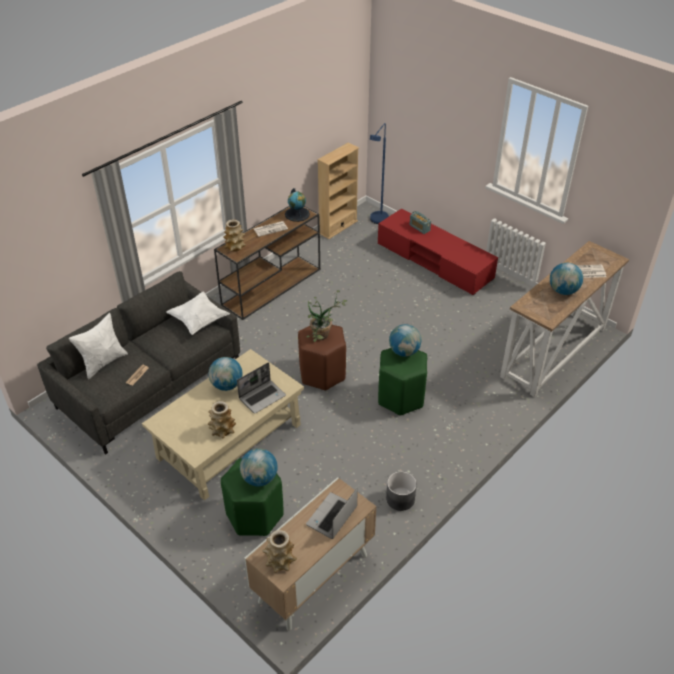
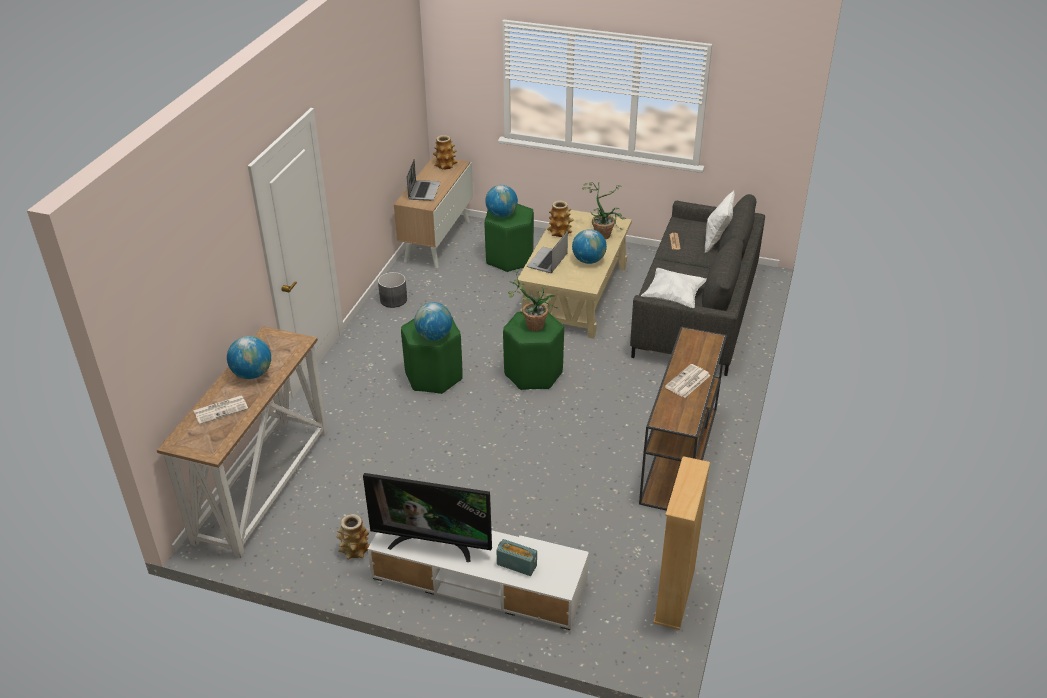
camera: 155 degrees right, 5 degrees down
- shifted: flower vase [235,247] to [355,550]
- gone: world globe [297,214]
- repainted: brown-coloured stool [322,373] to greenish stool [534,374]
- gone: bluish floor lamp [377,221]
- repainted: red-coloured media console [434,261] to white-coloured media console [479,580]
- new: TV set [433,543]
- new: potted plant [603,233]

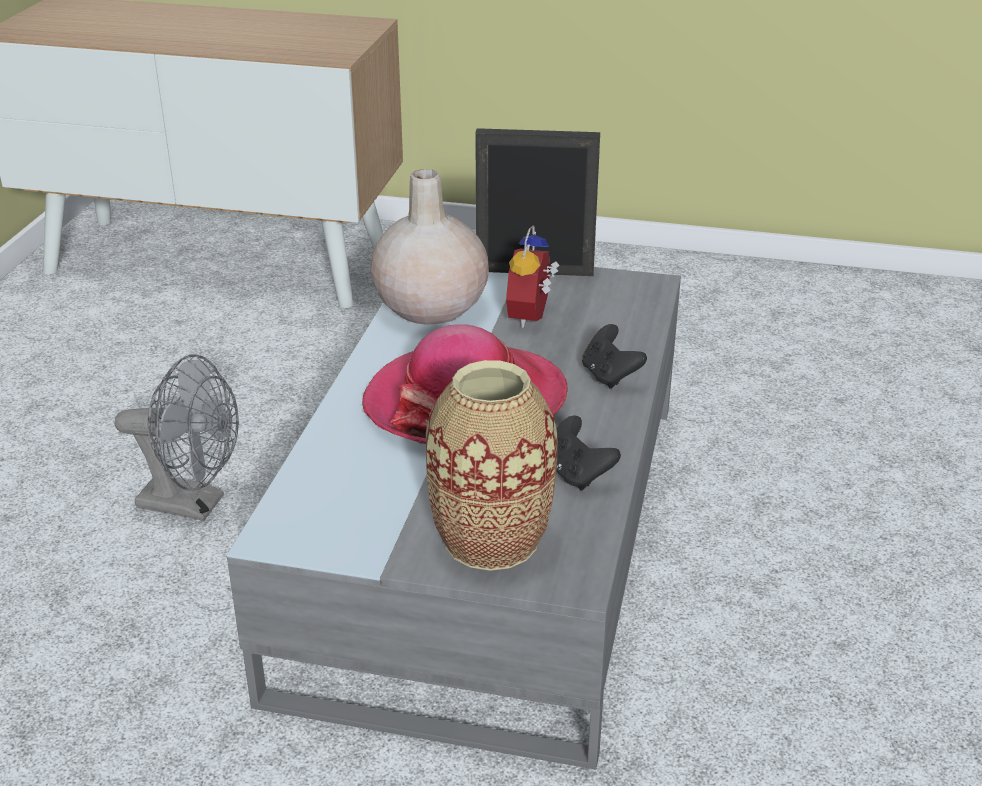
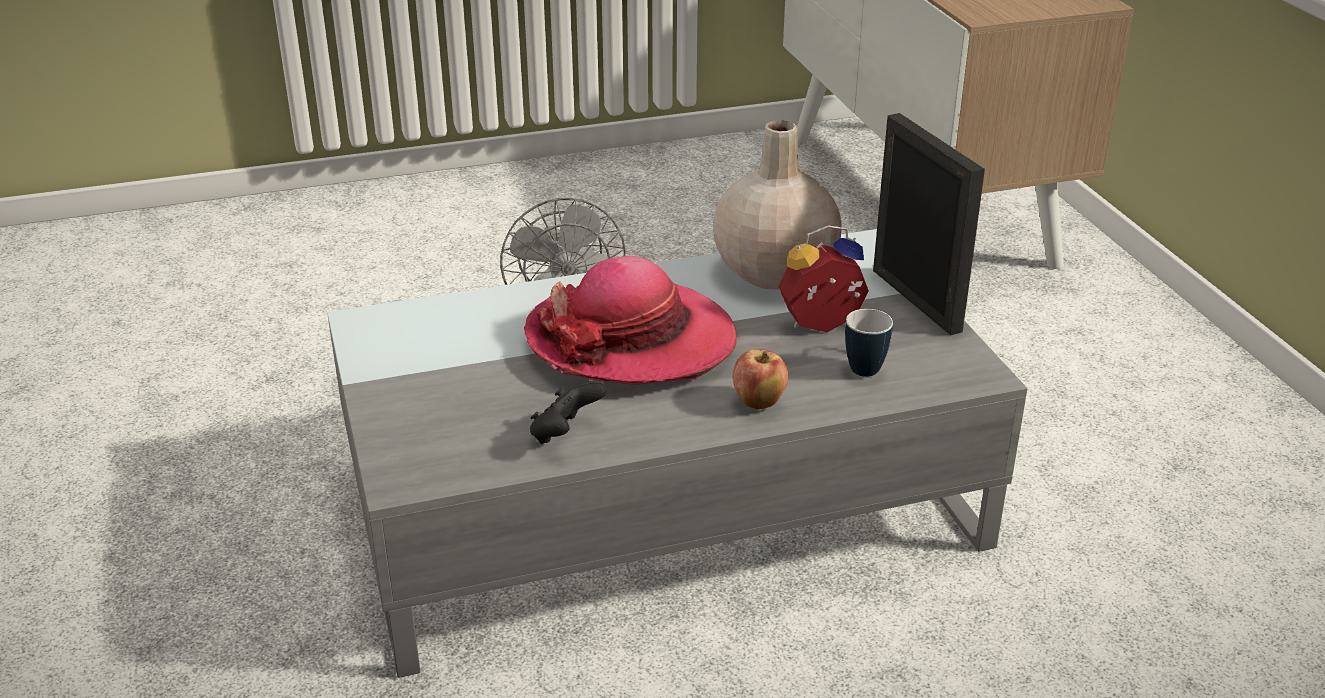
camera: 60 degrees right, 0 degrees up
- gone: flower vase [491,539]
- swapped: blackish joypad [609,376] to apple [758,402]
- new: tea mug [866,365]

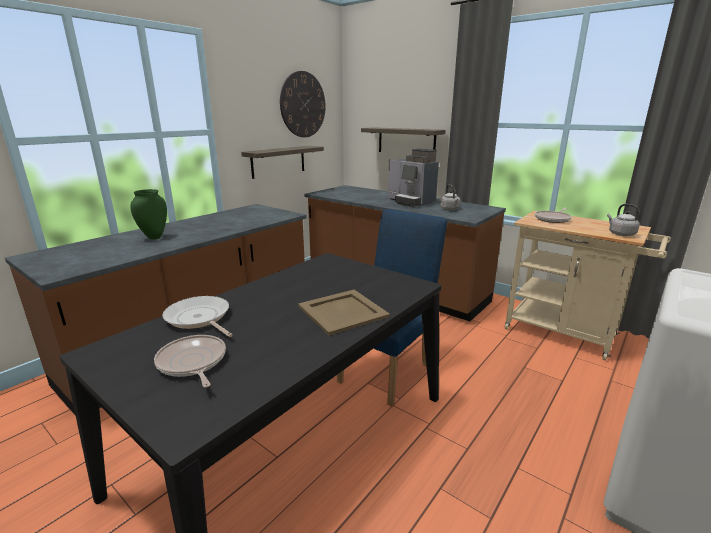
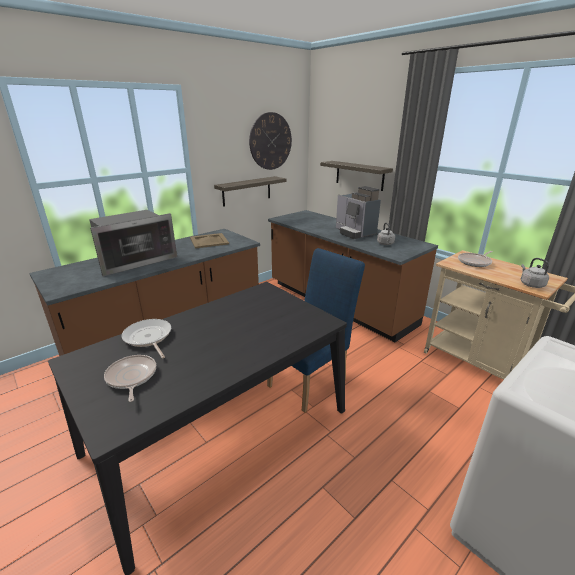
camera: 10 degrees right, 5 degrees up
- swapped: greenish flower vase [154,237] to microwave [135,260]
- shifted: beige serving tray [342,311] to [208,241]

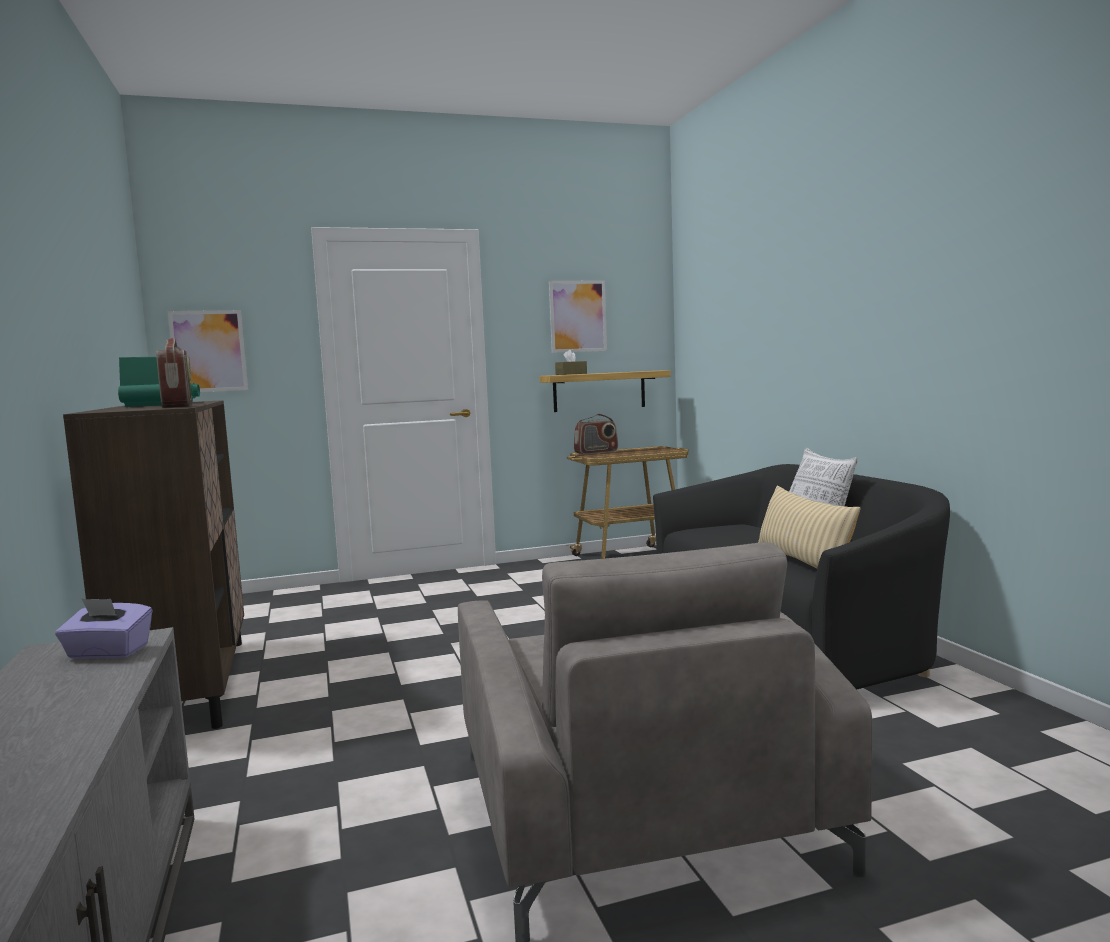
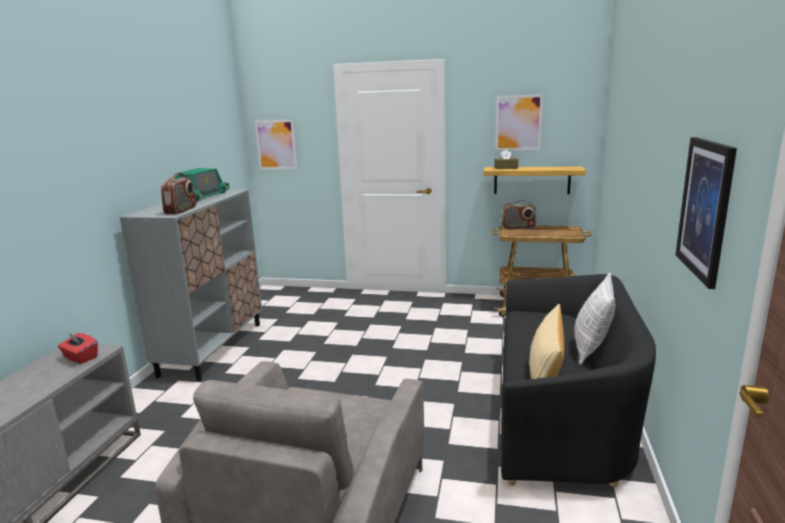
camera: 30 degrees right, 10 degrees up
- repainted: purple tissue box [108,653] to red-coloured tissue box [80,358]
- repainted: brown-coloured cupboard [187,686] to grey cupboard [213,348]
- new: wall picture [705,208]

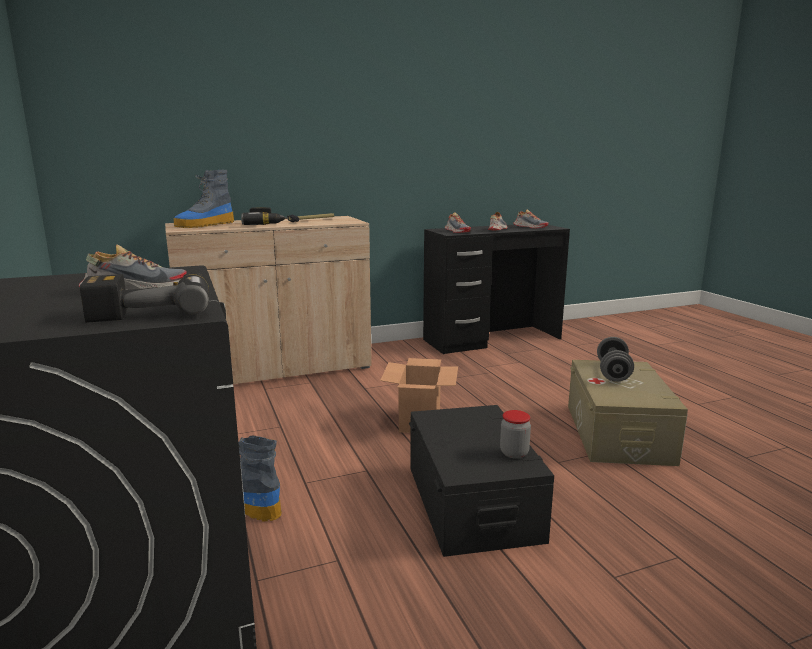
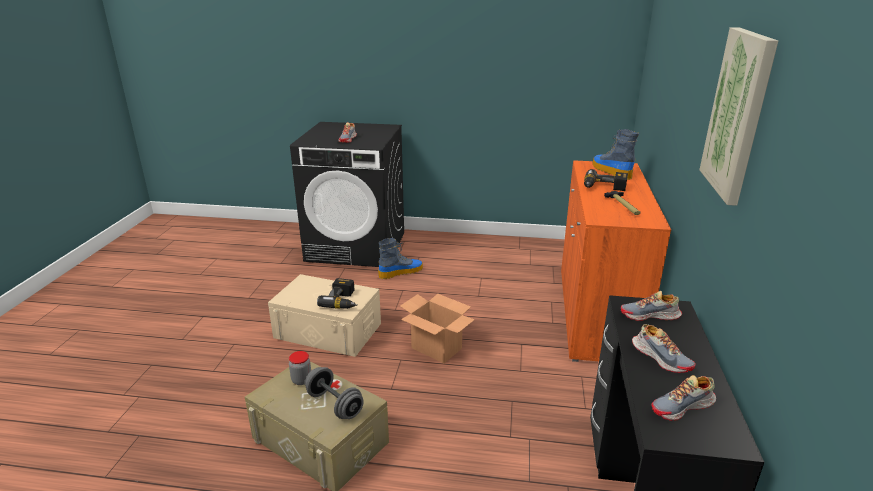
camera: 120 degrees right, 10 degrees up
- shifted: drill [153,309] to [343,301]
- repainted: beige cupboard [277,369] to orange cupboard [596,314]
- repainted: blackish storage box [472,502] to beige storage box [328,330]
- shifted: storage jar [514,453] to [301,380]
- new: wall picture [738,114]

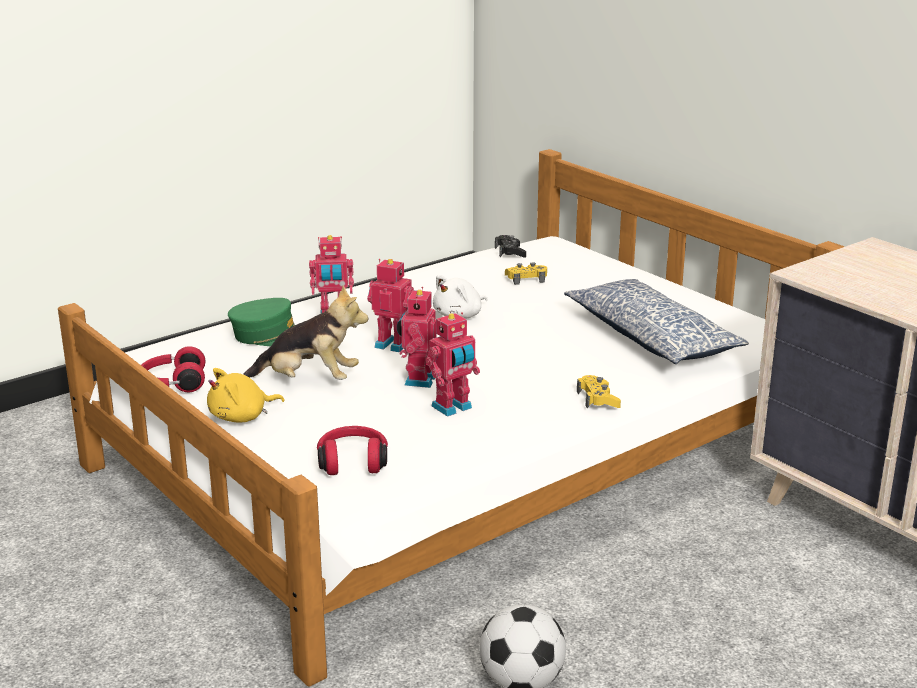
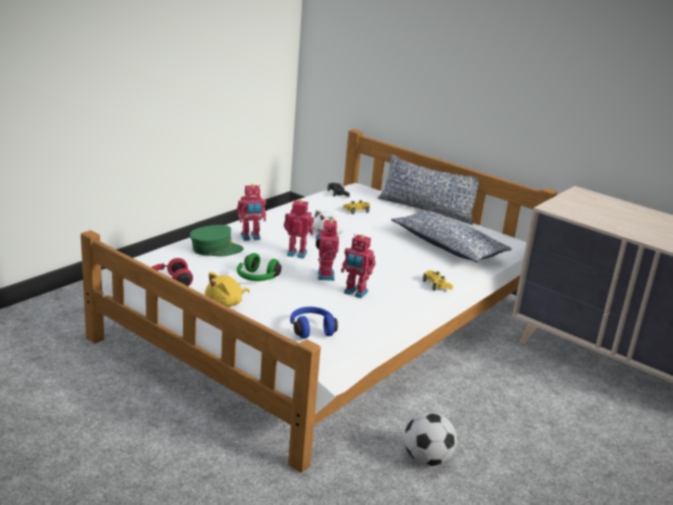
camera: 15 degrees left, 0 degrees up
- swapped: plush toy [309,380] to greenish headset [256,278]
- repainted: red-coloured headset [353,462] to bluish headset [311,329]
- rotated: model robot [453,408] = [355,293] 75 degrees clockwise
- new: cushion [426,209]

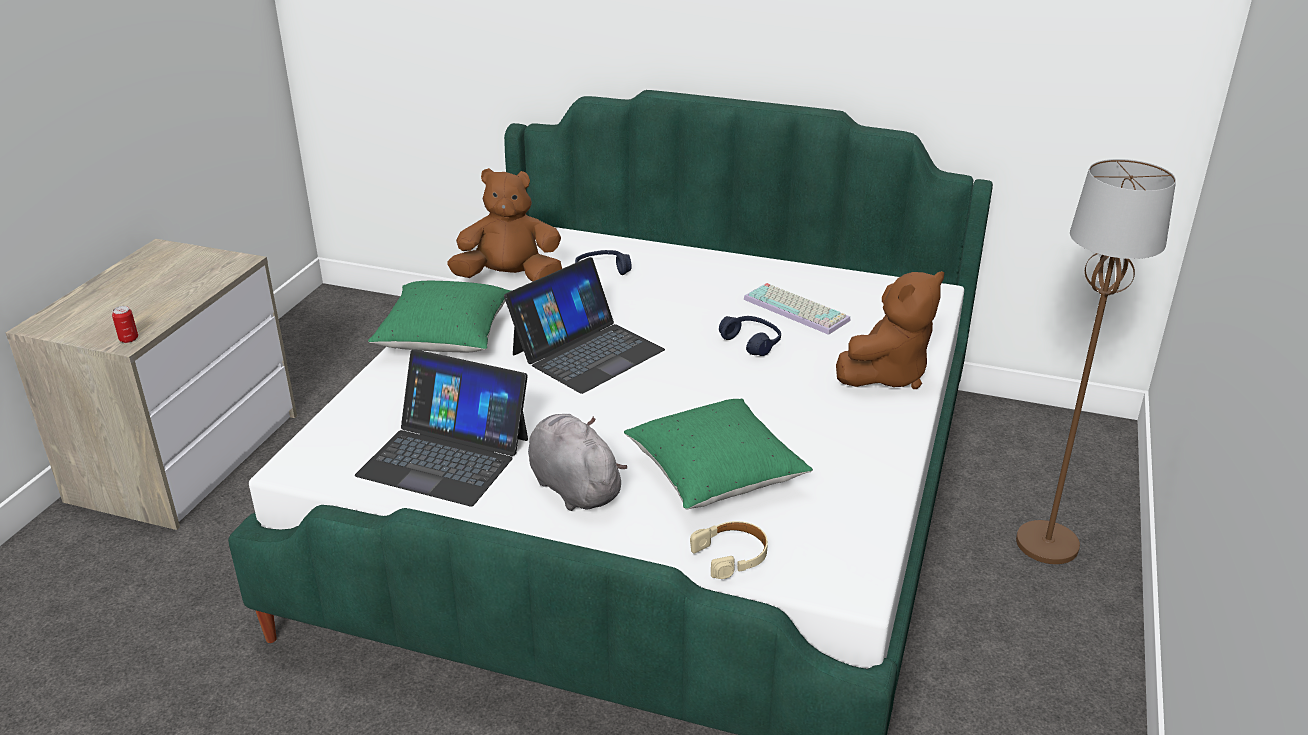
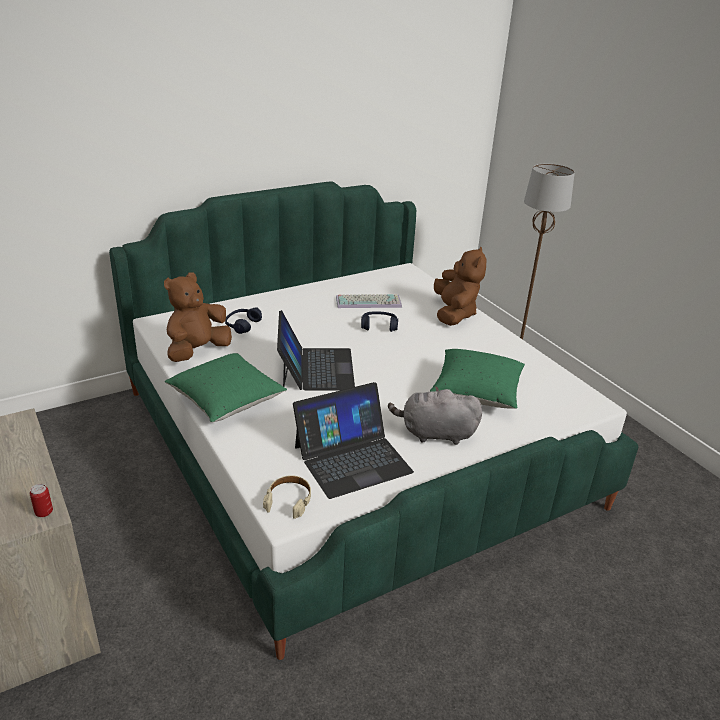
camera: 50 degrees left, 0 degrees up
- shifted: beige headset [732,555] to [289,500]

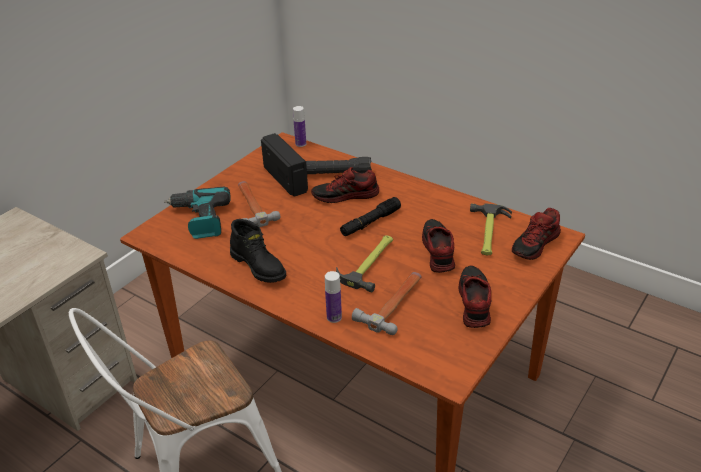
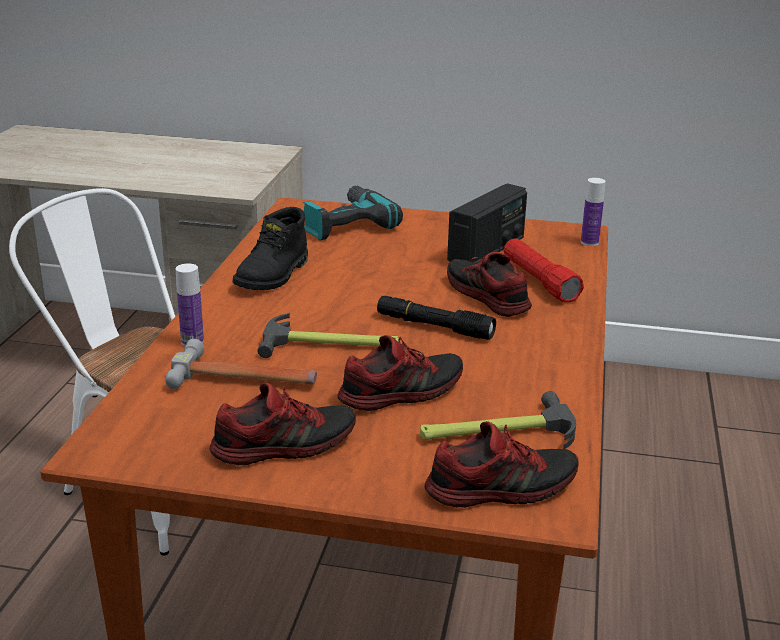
camera: 65 degrees right, 10 degrees down
- gone: hammer [251,206]
- repainted: blackish hand torch [338,174] to red-coloured hand torch [539,281]
- rotated: item of footwear [536,244] = [500,488] 150 degrees clockwise

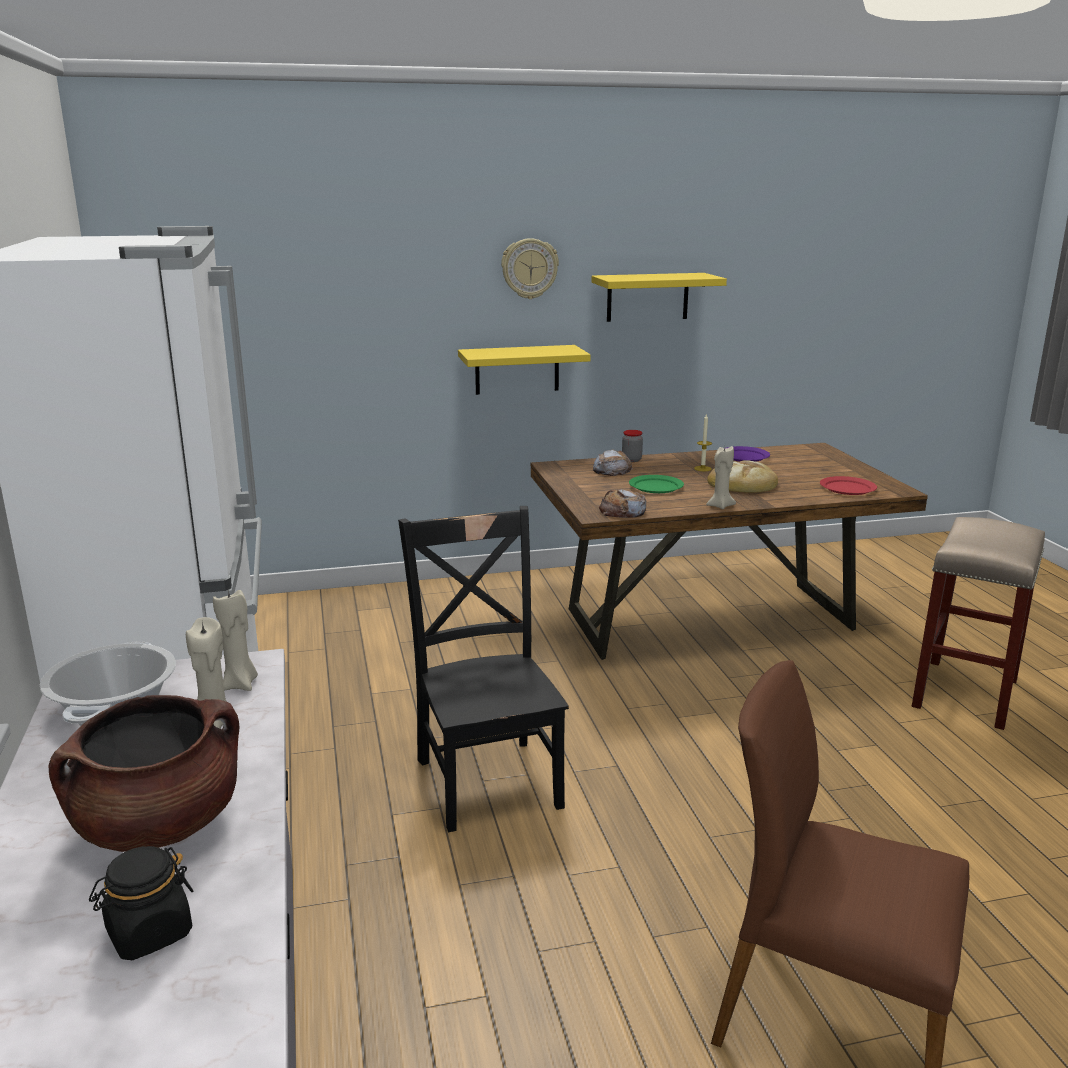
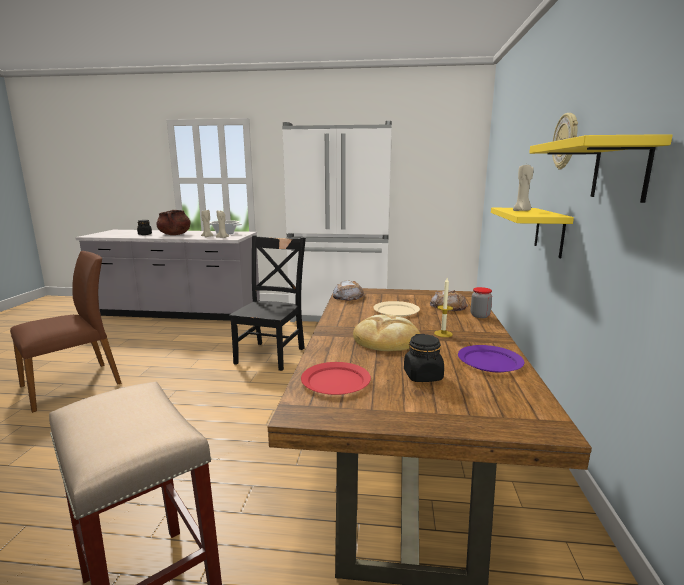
camera: 110 degrees right, 5 degrees down
- rotated: blackish upright chair [487,778] = [272,354] 75 degrees counterclockwise
- repainted: greenish plate [656,486] to beige plate [396,311]
- shifted: beige wax candle [720,506] to [522,211]
- new: blackish storage jar [423,376]

